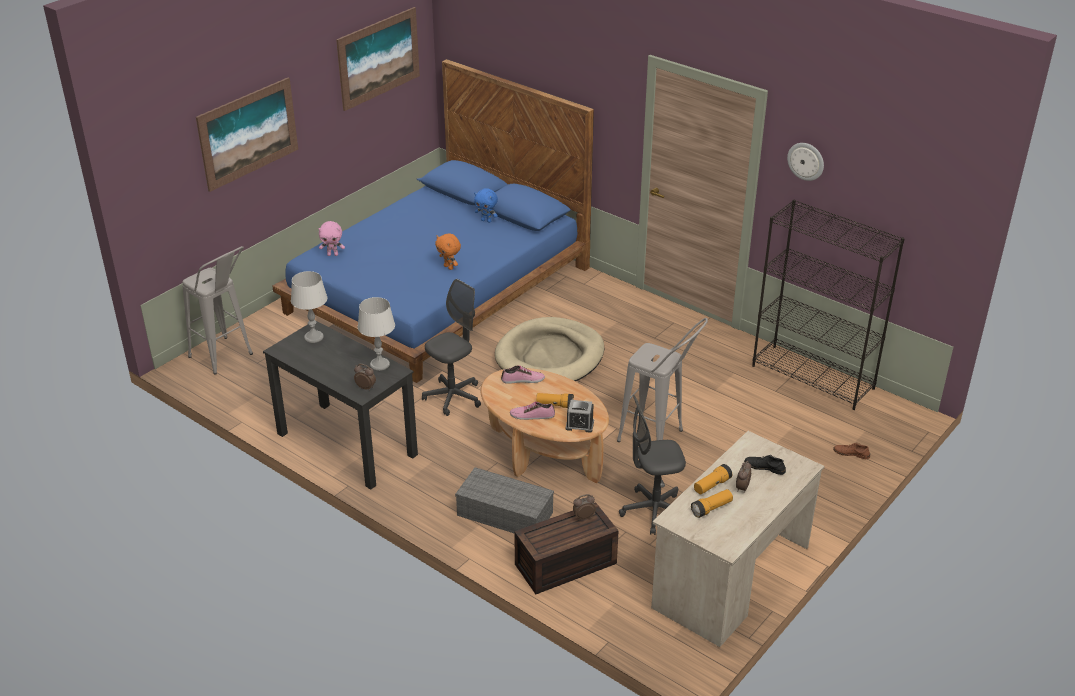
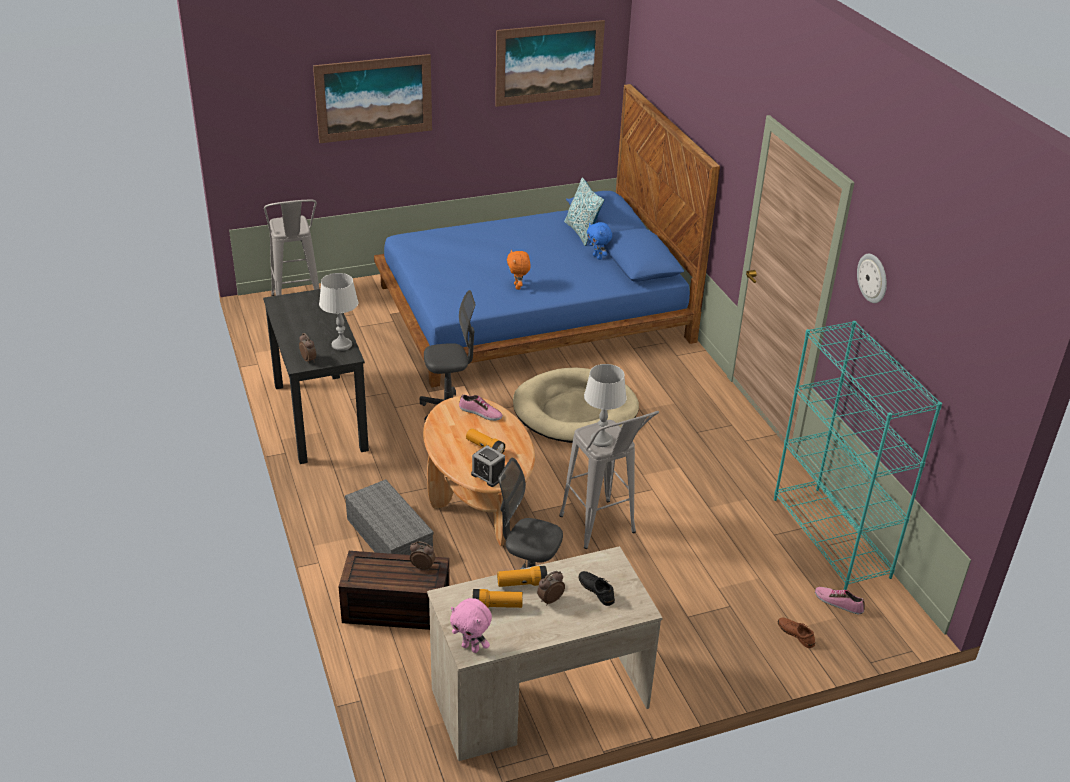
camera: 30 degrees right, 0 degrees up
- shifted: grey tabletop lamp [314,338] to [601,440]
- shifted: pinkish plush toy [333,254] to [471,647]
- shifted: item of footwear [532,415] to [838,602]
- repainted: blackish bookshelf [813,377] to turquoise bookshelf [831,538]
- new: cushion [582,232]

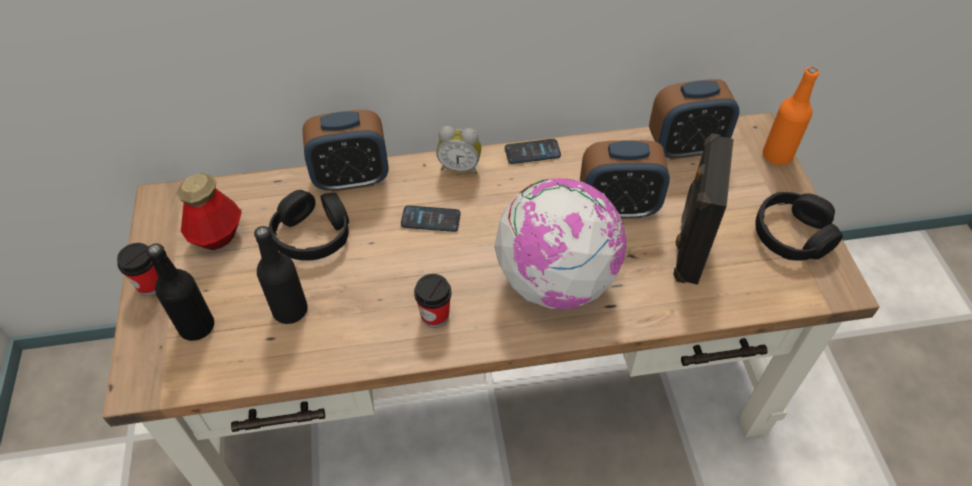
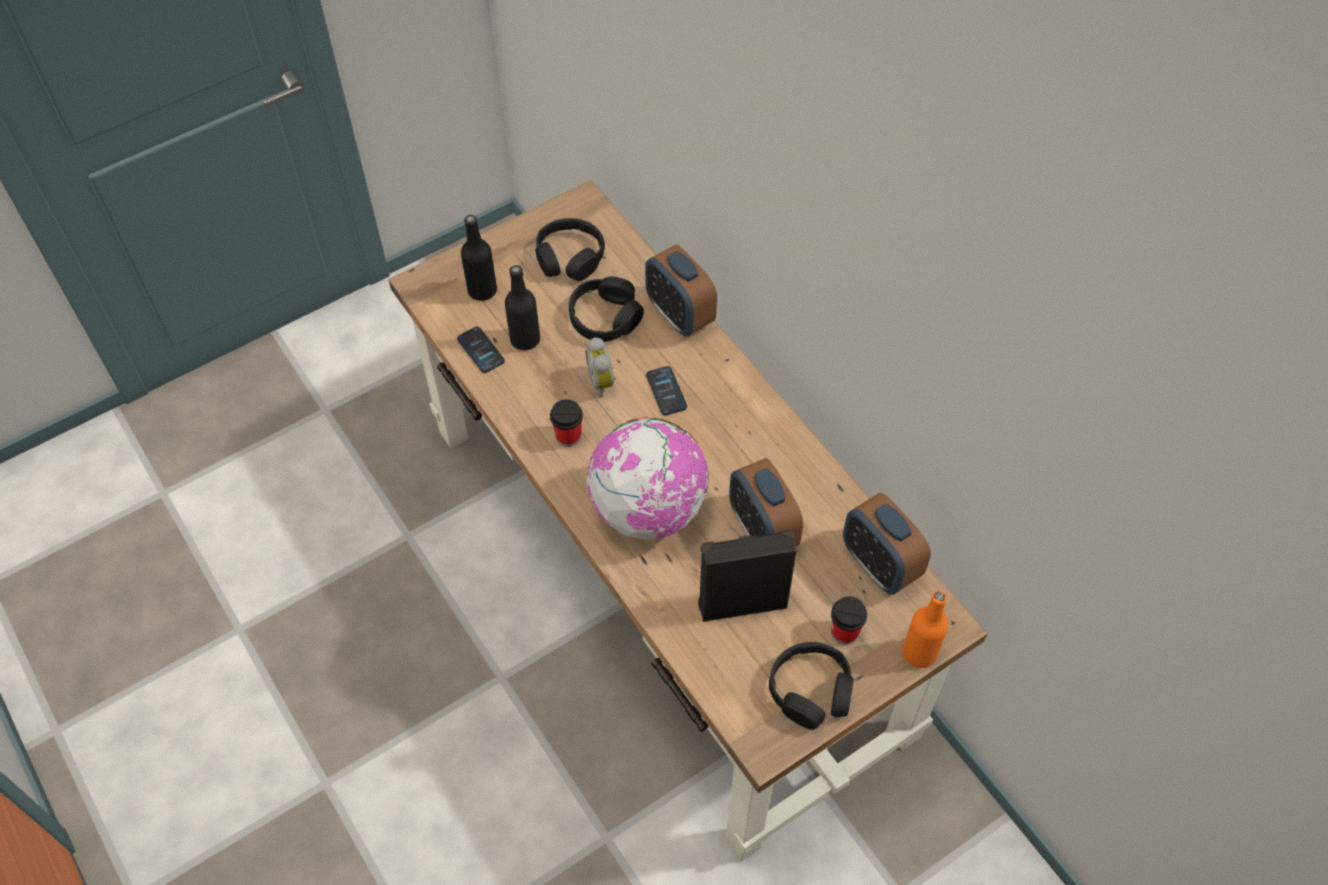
camera: 65 degrees right, 5 degrees up
- shifted: small cup [151,284] to [844,632]
- swapped: bottle [217,236] to blackish headset [570,257]
- shifted: alarm clock [460,167] to [603,382]
- shifted: handset [532,152] to [480,350]

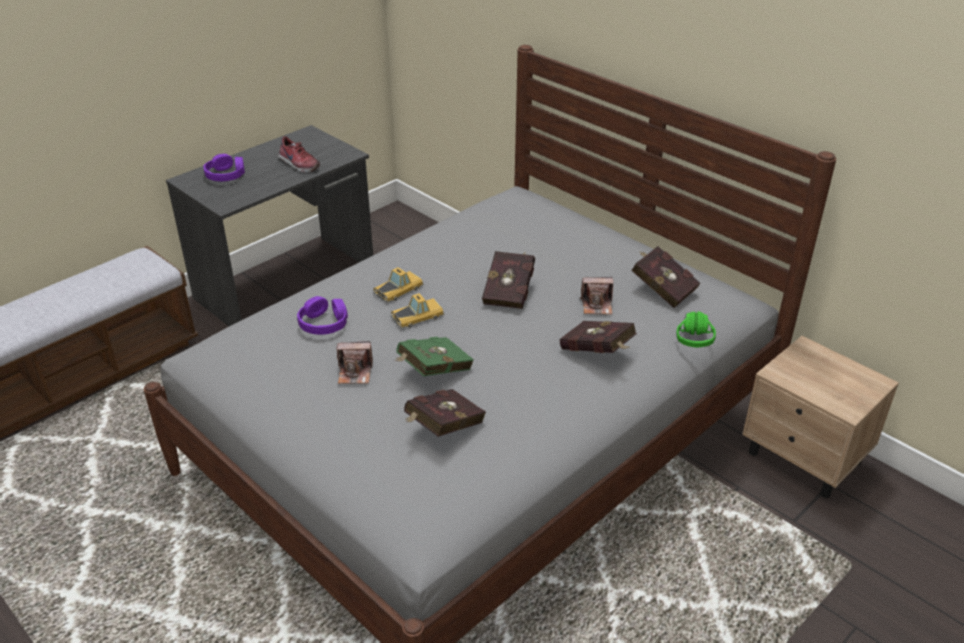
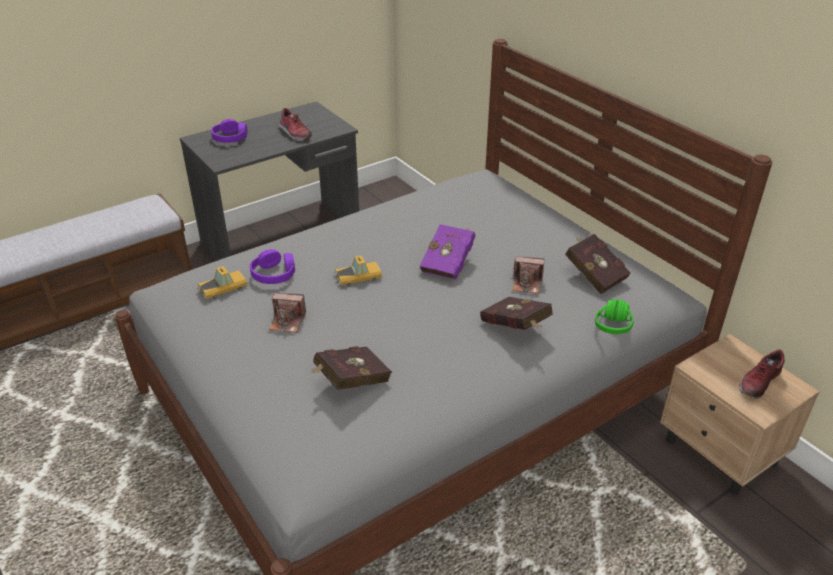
camera: 10 degrees right, 0 degrees up
- shifted: model car [399,289] to [224,288]
- gone: greenish volume [432,371]
- repainted: red-coloured volume [510,292] to purple volume [449,263]
- new: item of footwear [758,381]

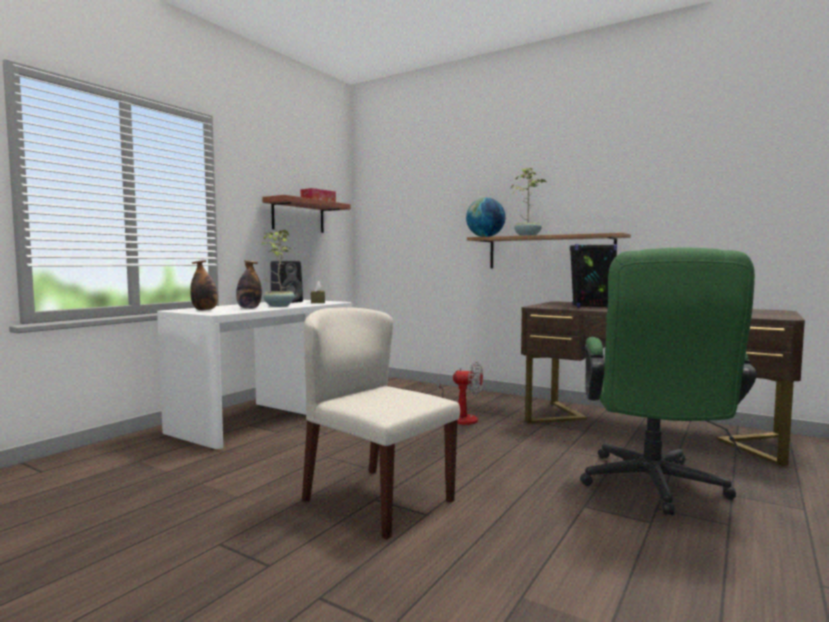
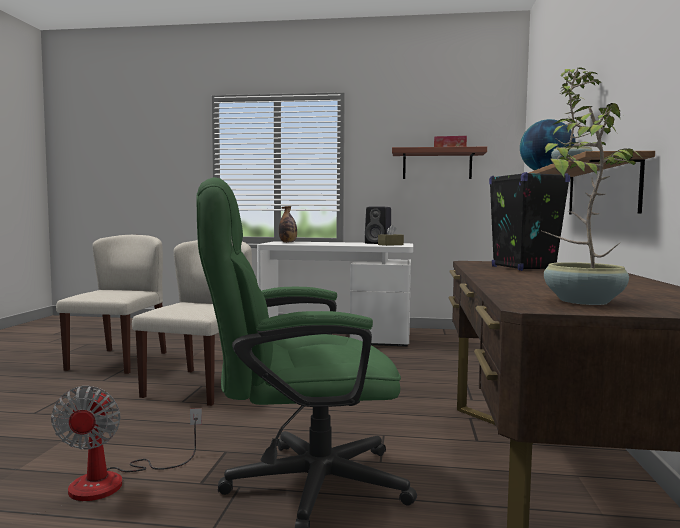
camera: 65 degrees right, 0 degrees up
- gone: bottle [249,308]
- shifted: potted plant [278,306] to [581,301]
- shifted: electric fan [460,417] to [115,481]
- new: beige upright chair [118,361]

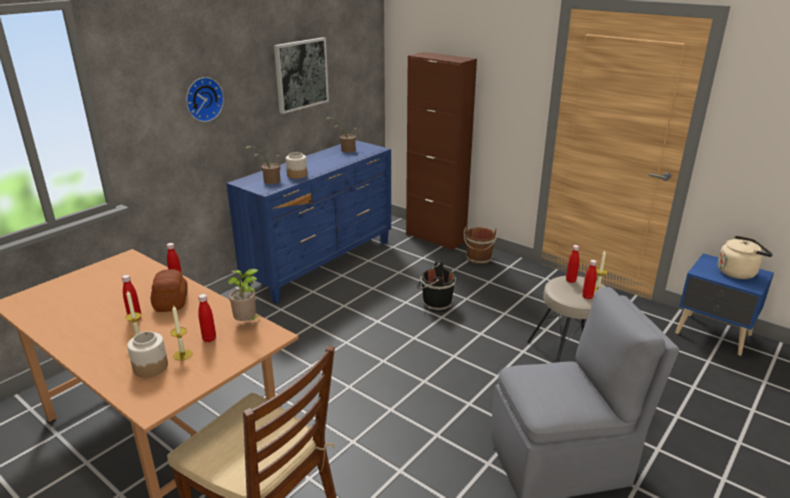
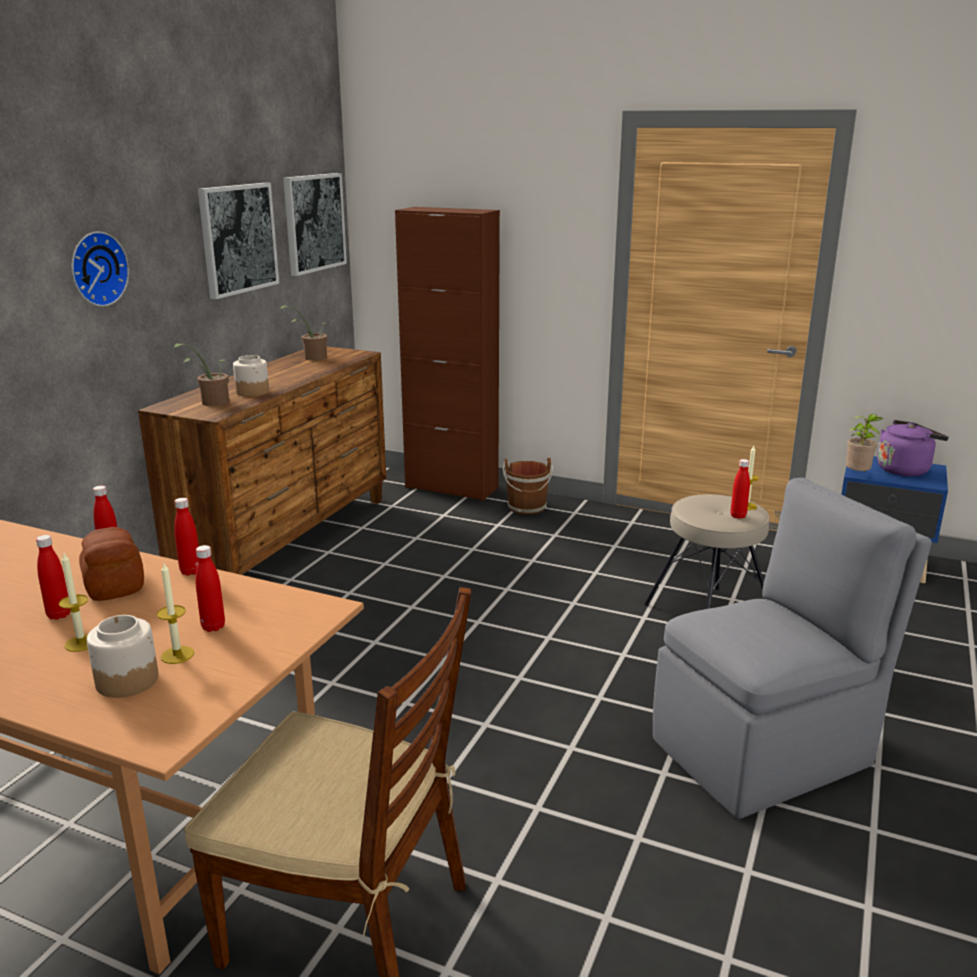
camera: 15 degrees left, 5 degrees down
- repainted: bluish dresser [321,263] to brown-coloured dresser [288,540]
- shifted: potted plant [247,322] to [858,475]
- gone: blackish water bucket [435,303]
- shifted: red-coloured bottle [571,280] to [190,571]
- repainted: beige water kettle [738,272] to purple water kettle [905,469]
- new: wall picture [314,223]

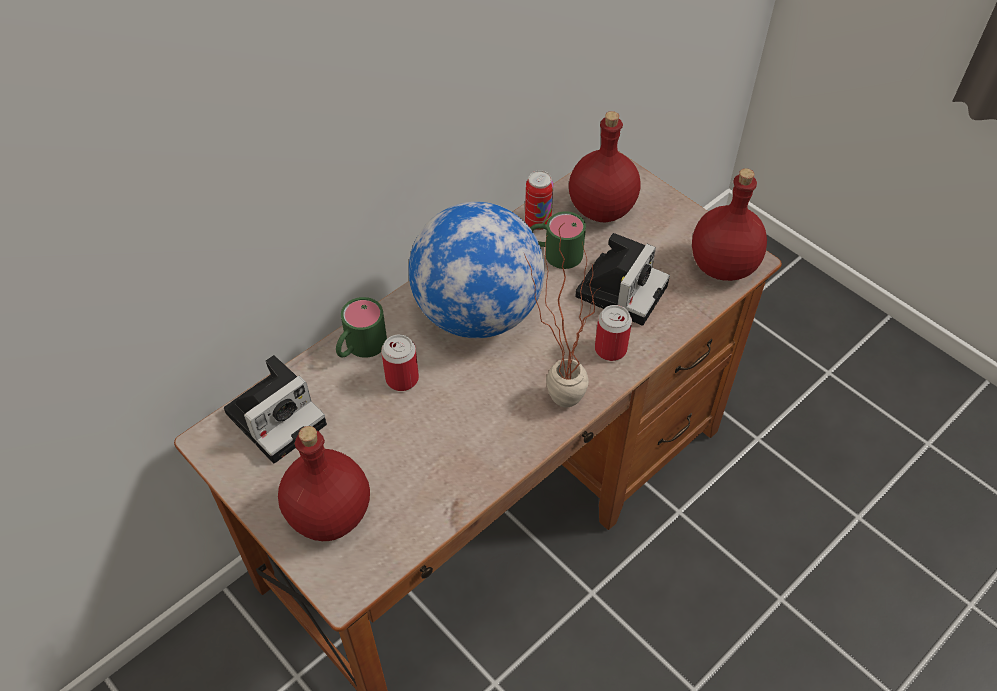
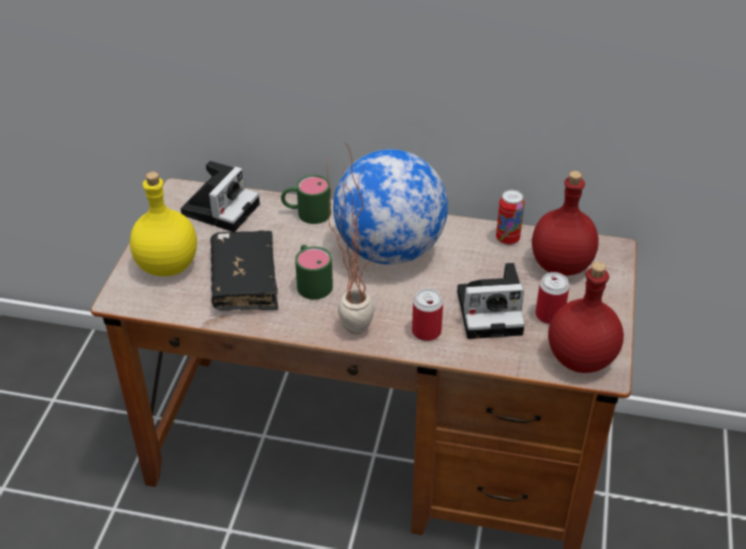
camera: 55 degrees right, 10 degrees down
- rotated: still camera [278,415] = [221,207] 75 degrees counterclockwise
- repainted: red-coloured bottle [331,513] to yellowish bottle [168,266]
- shifted: can [402,378] to [549,315]
- shifted: greenish tea mug [554,253] to [312,281]
- new: blackish volume [244,281]

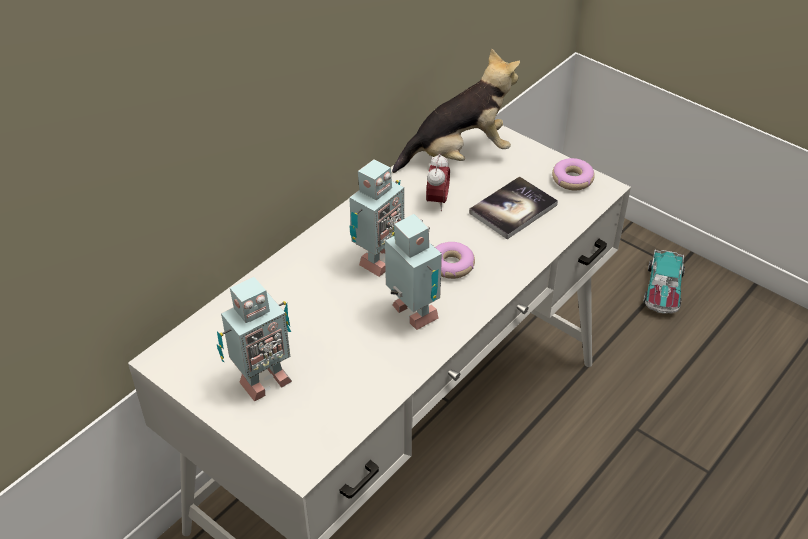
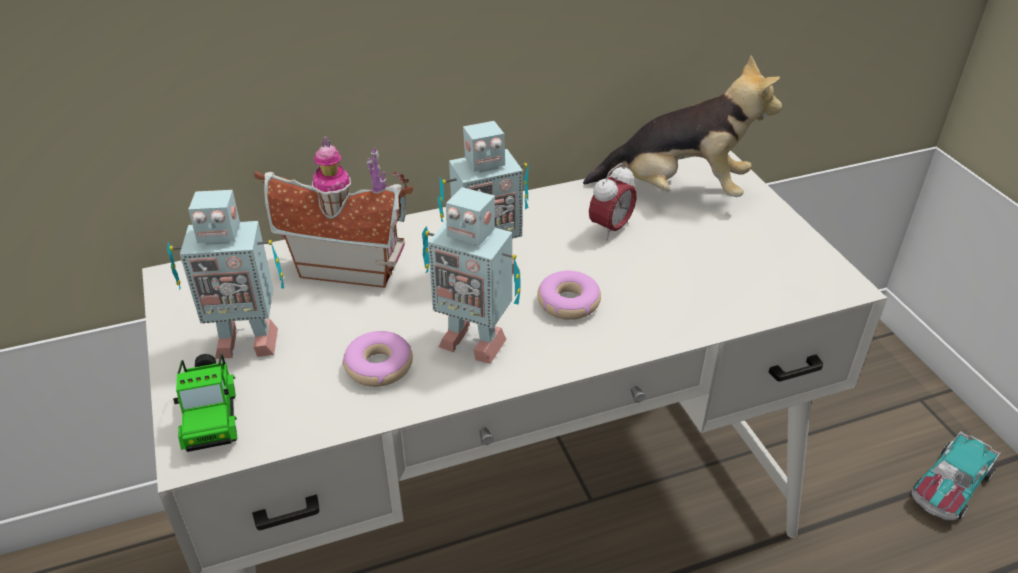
camera: 30 degrees right, 5 degrees down
- rotated: model robot [412,315] = [473,340] 120 degrees clockwise
- gone: volume [513,209]
- shifted: donut [572,179] to [379,366]
- new: model car [211,417]
- new: miniature house [349,265]

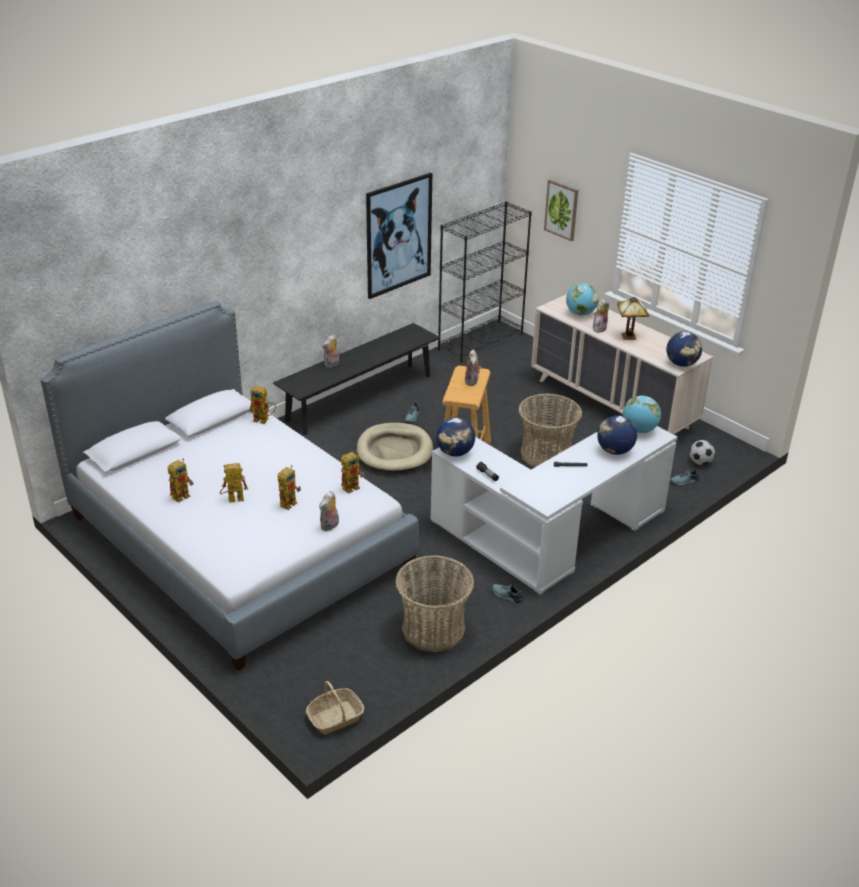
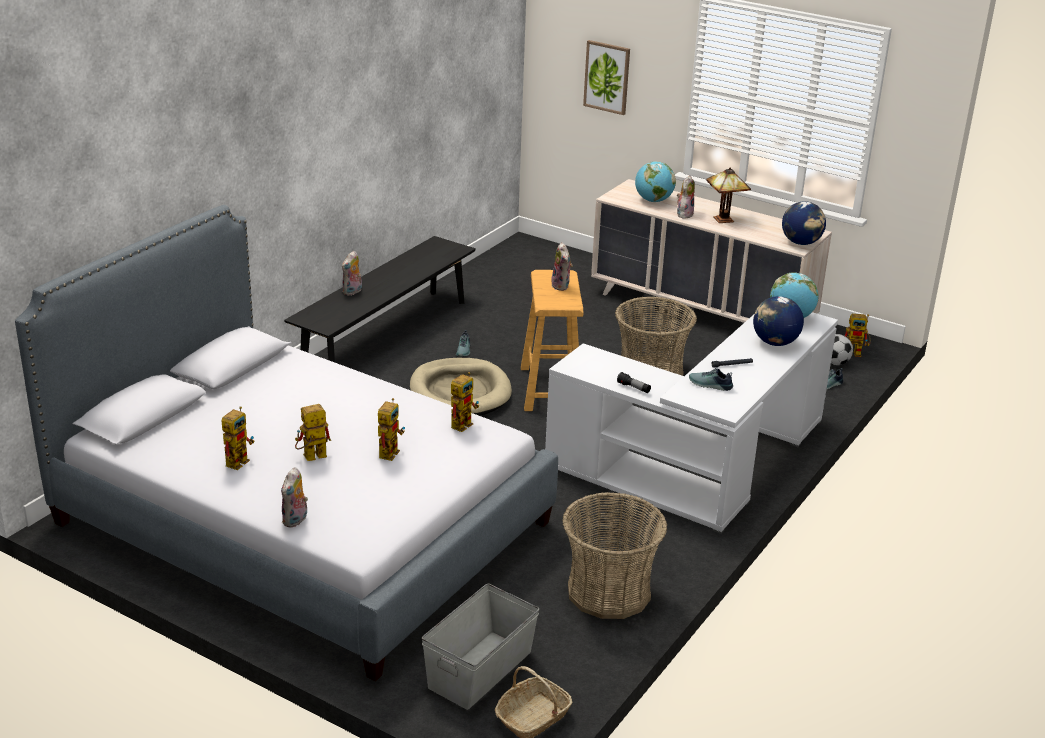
camera: 15 degrees left, 5 degrees down
- shifted: model robot [264,420] to [856,353]
- shifted: plush toy [330,526] to [296,520]
- gone: wall picture [398,235]
- gone: world globe [455,453]
- gone: blackish bookshelf [481,341]
- shifted: item of footwear [506,596] to [710,385]
- new: grey storage box [479,669]

